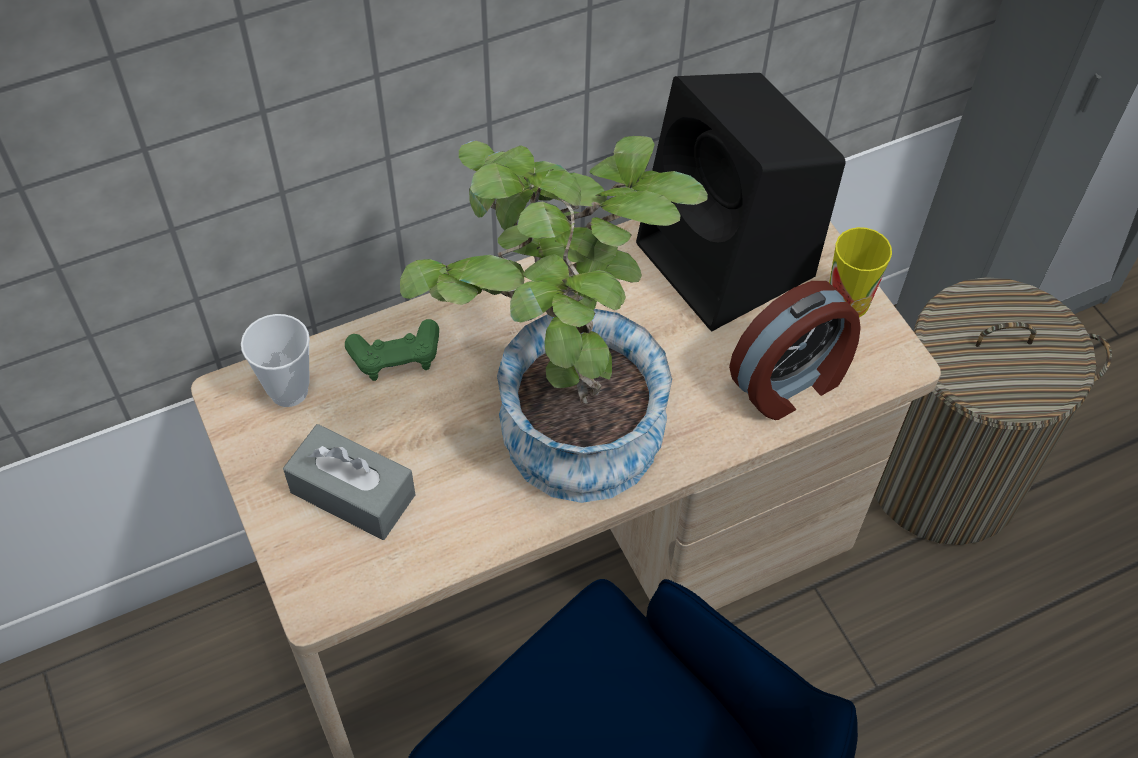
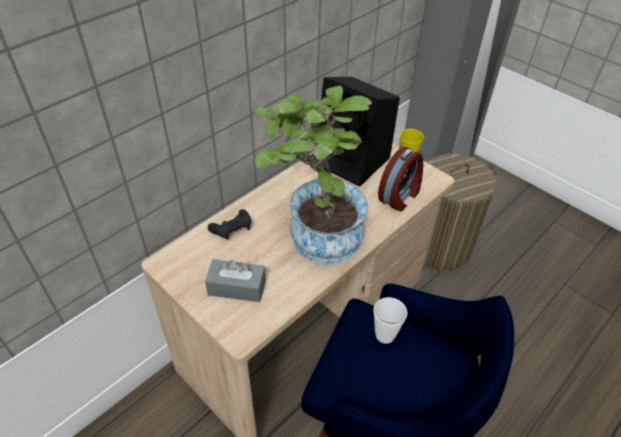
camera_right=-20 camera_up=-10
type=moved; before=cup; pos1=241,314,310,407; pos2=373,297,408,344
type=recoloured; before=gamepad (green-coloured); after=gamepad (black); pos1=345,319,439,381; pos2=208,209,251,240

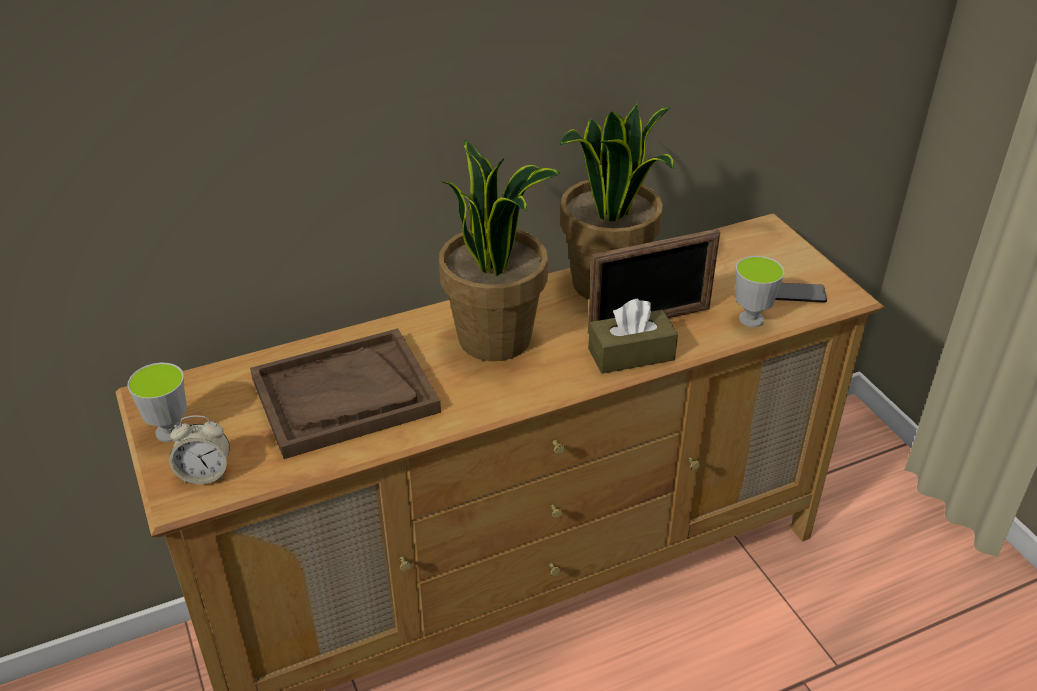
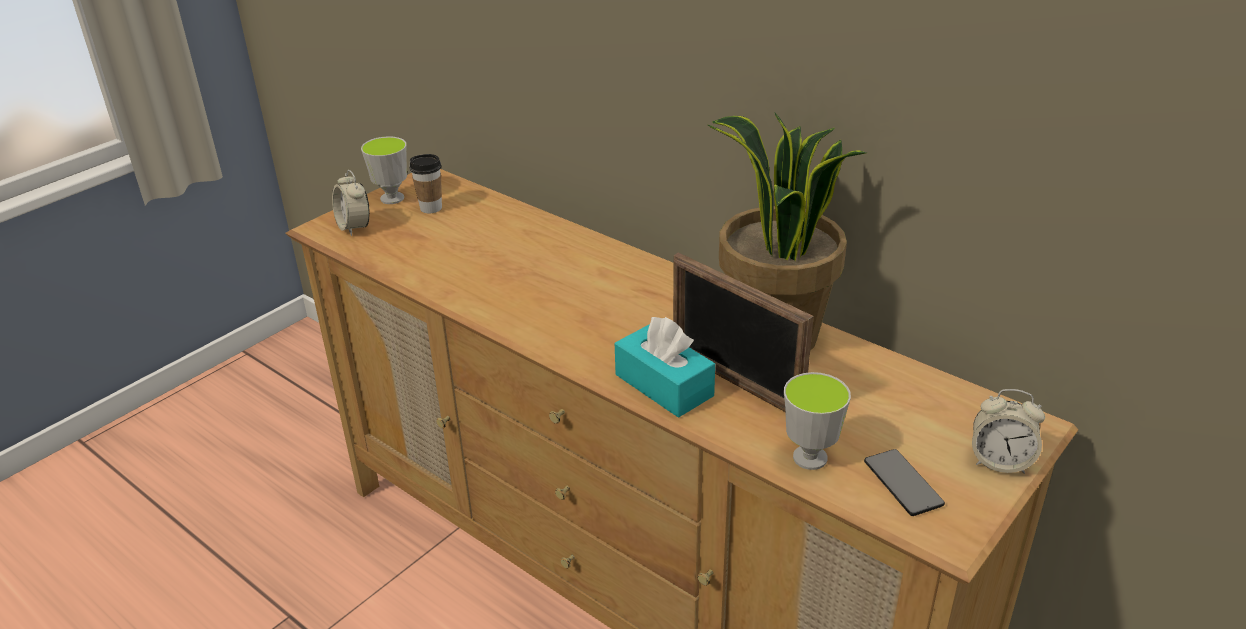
camera_right=65 camera_up=-5
type=removed; before=carrying tray (brownish); pos1=250,328,441,459
type=removed; before=plant in a pot; pos1=439,140,561,361
type=recoloured; before=tissue holder (brownish); after=tissue holder (blue-green); pos1=588,298,678,374; pos2=615,317,715,418
type=added; after=cup; pos2=409,154,442,214
type=added; after=alarm clock; pos2=972,389,1045,474

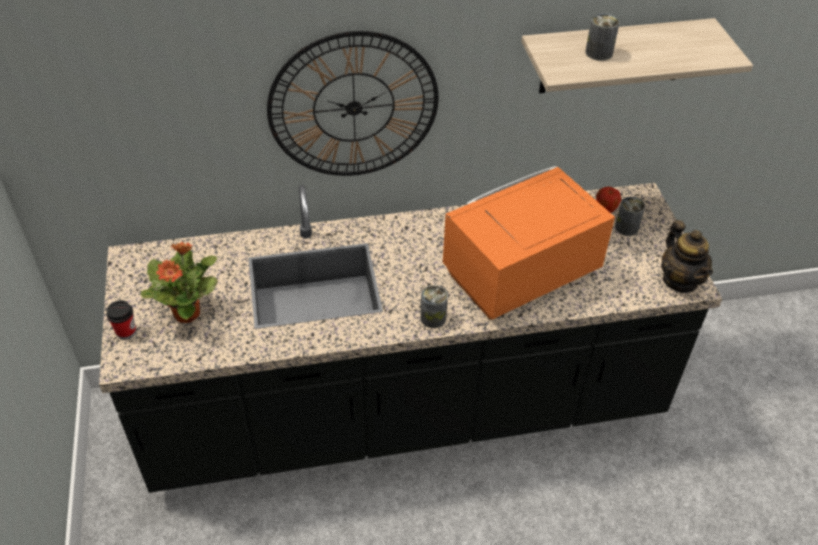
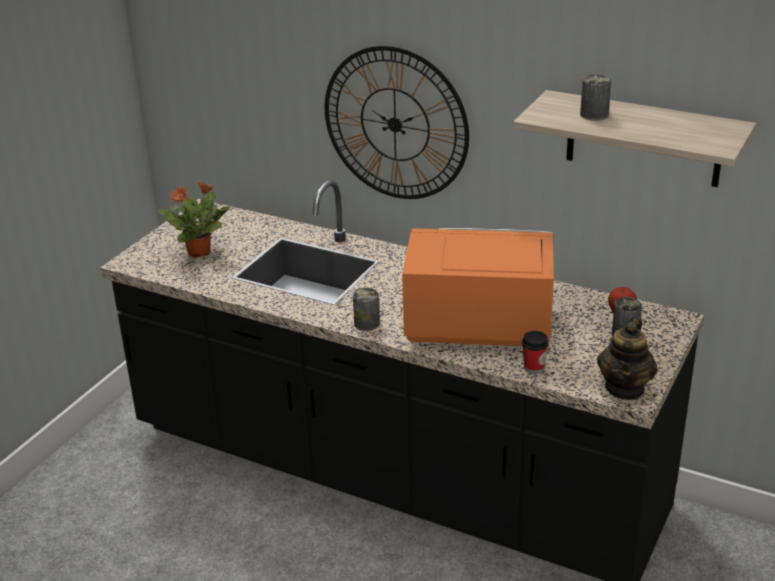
camera_right=40 camera_up=-15
type=moved; before=cup; pos1=106,300,136,340; pos2=522,331,549,374

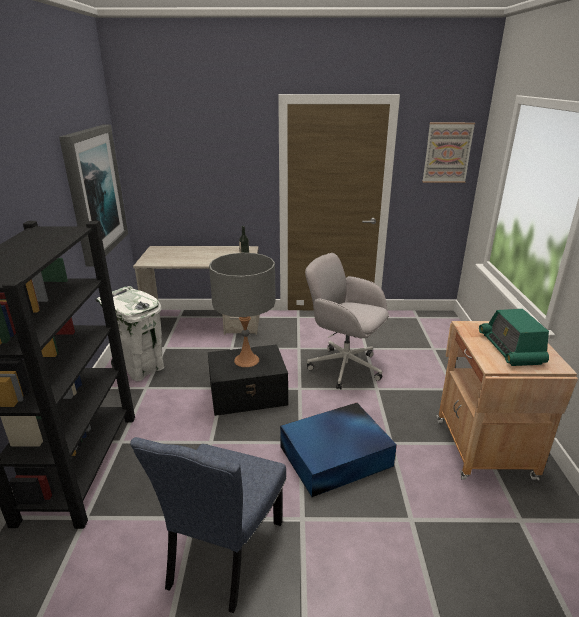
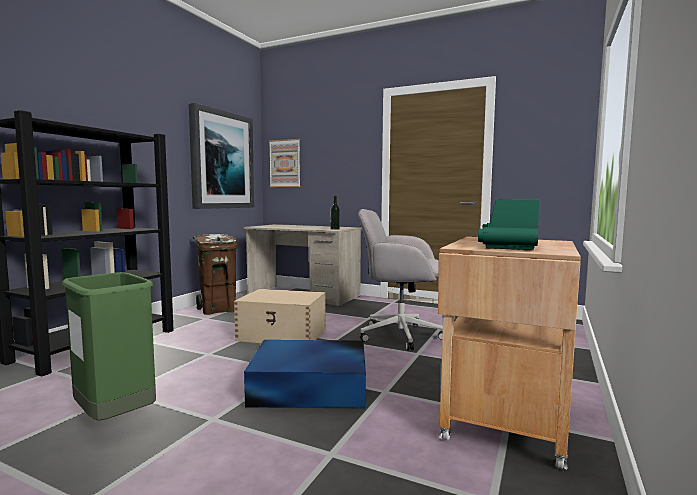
camera_right=25 camera_up=-20
type=recoloured; before=rubbish bin (white); after=rubbish bin (brownish); pos1=96,286,164,381; pos2=193,234,238,315
type=replaced; before=chair (blue-coloured); after=rubbish bin (green-coloured); pos1=130,437,287,613; pos2=62,272,156,421
type=recoloured; before=storage bin (black); after=storage bin (beige-coloured); pos1=208,344,288,416; pos2=234,289,326,343
type=removed; before=table lamp (gray); pos1=209,253,276,367
type=turned; before=computer chair (gray); pos1=305,253,389,389; pos2=358,209,443,350; turn=-45
type=moved; before=wall art; pos1=422,123,475,183; pos2=269,139,300,187

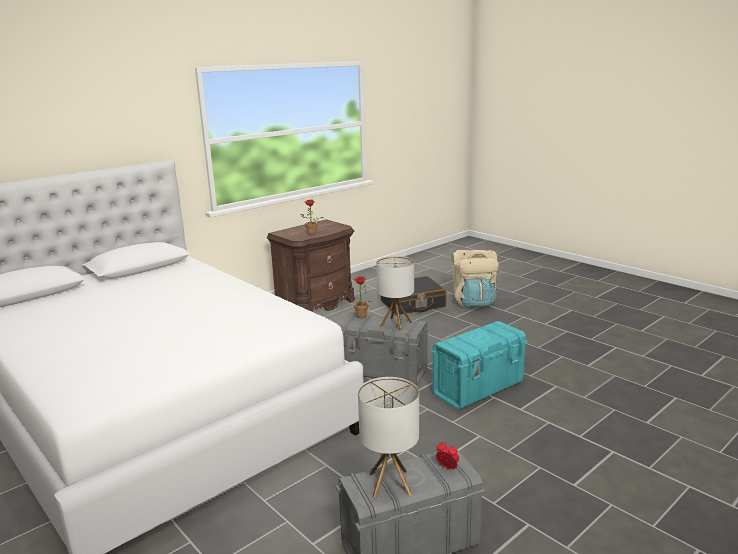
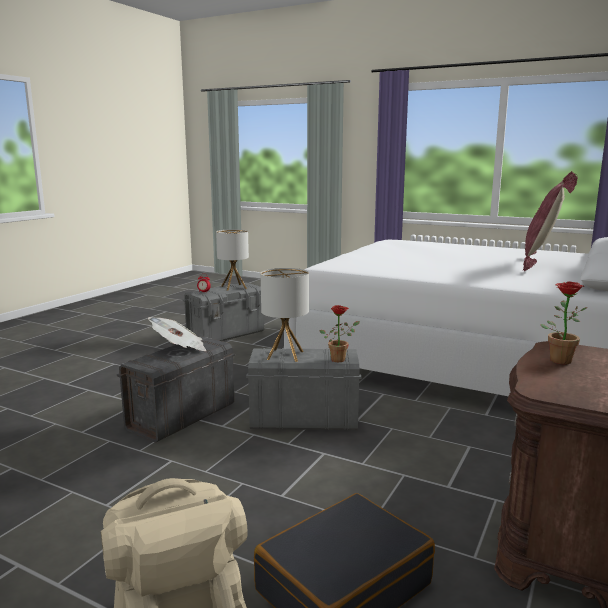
camera_right=160 camera_up=-5
type=recoloured; before=storage bin (blue-green); after=storage bin (gray); pos1=431,321,528,410; pos2=117,336,235,443
type=added; after=printed paper; pos2=148,317,206,351
type=added; after=cushion (red); pos2=523,171,578,272

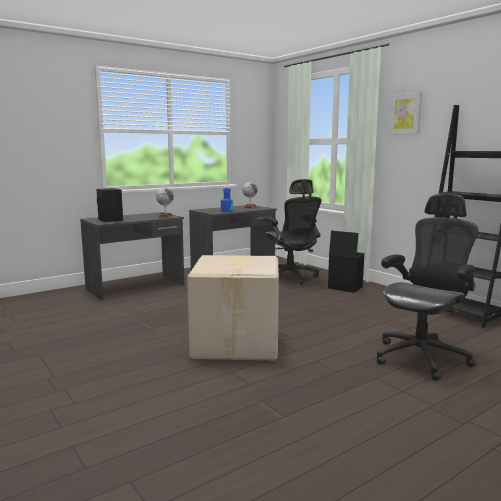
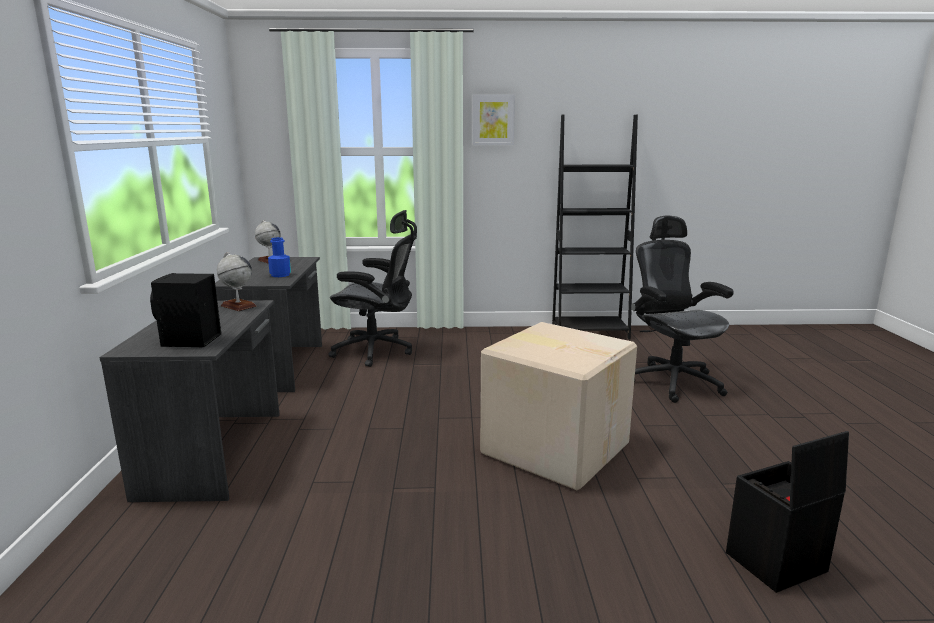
camera_right=-55 camera_up=5
type=moved; before=storage bin (black); pos1=328,230,364,293; pos2=726,431,849,593

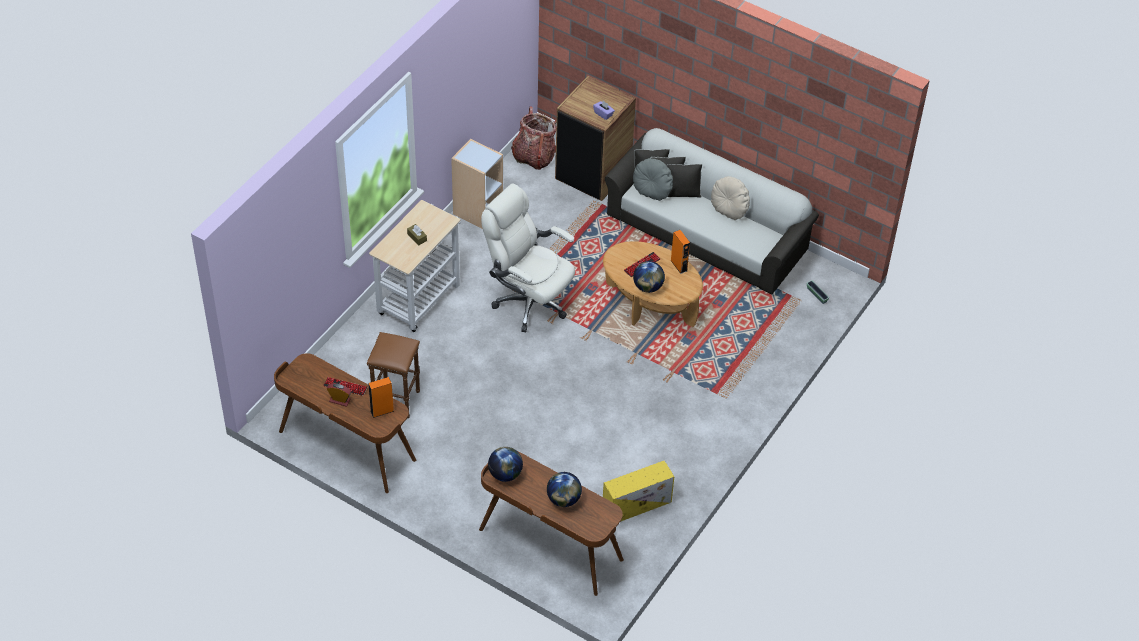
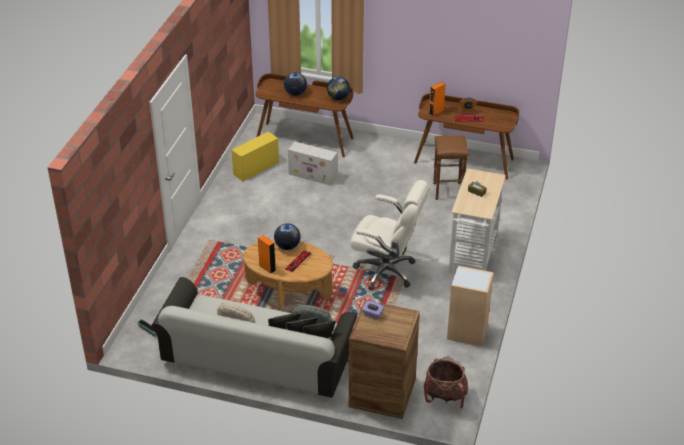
camera_right=165 camera_up=-10
type=added; after=storage bin (white); pos2=288,141,338,186

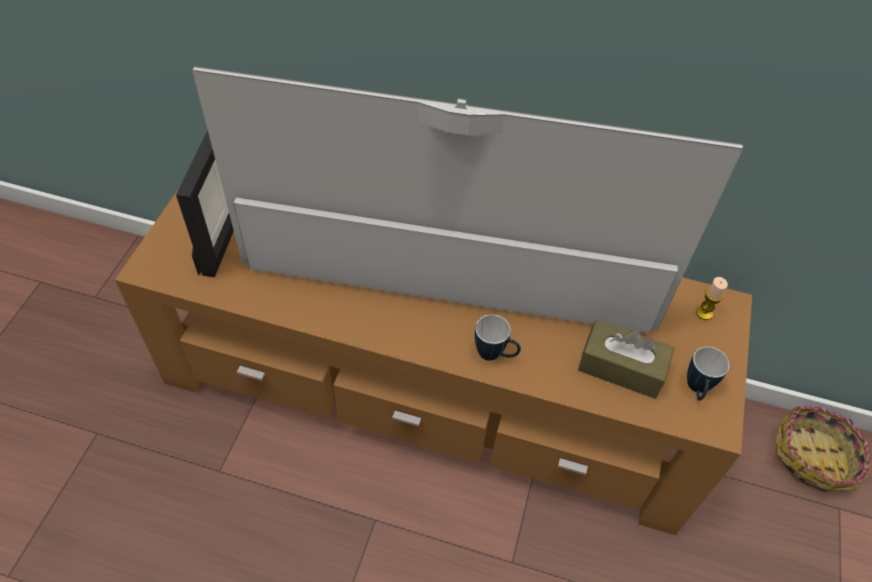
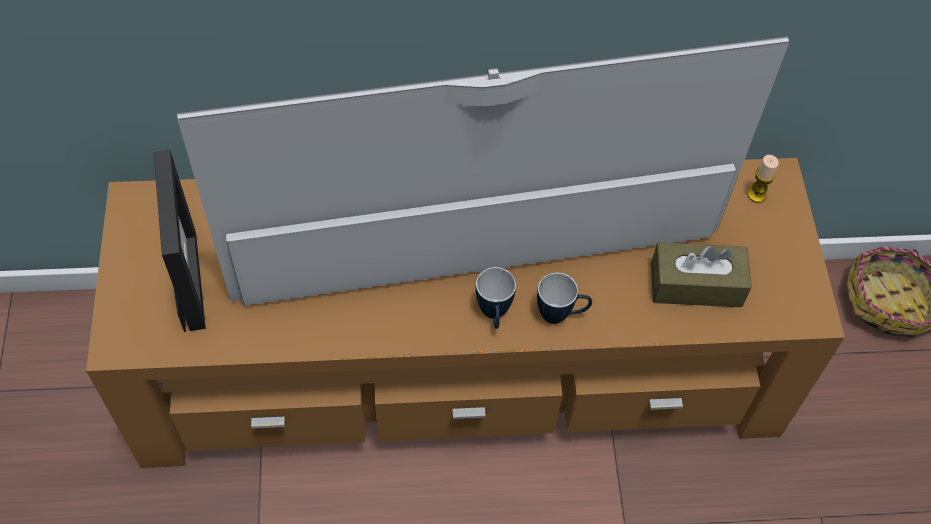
camera_right=-20 camera_up=5
type=moved; before=tea mug; pos1=687,347,730,401; pos2=476,267,516,329

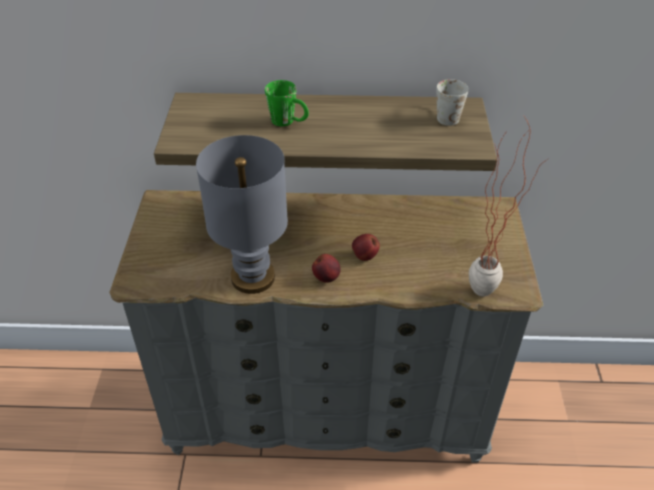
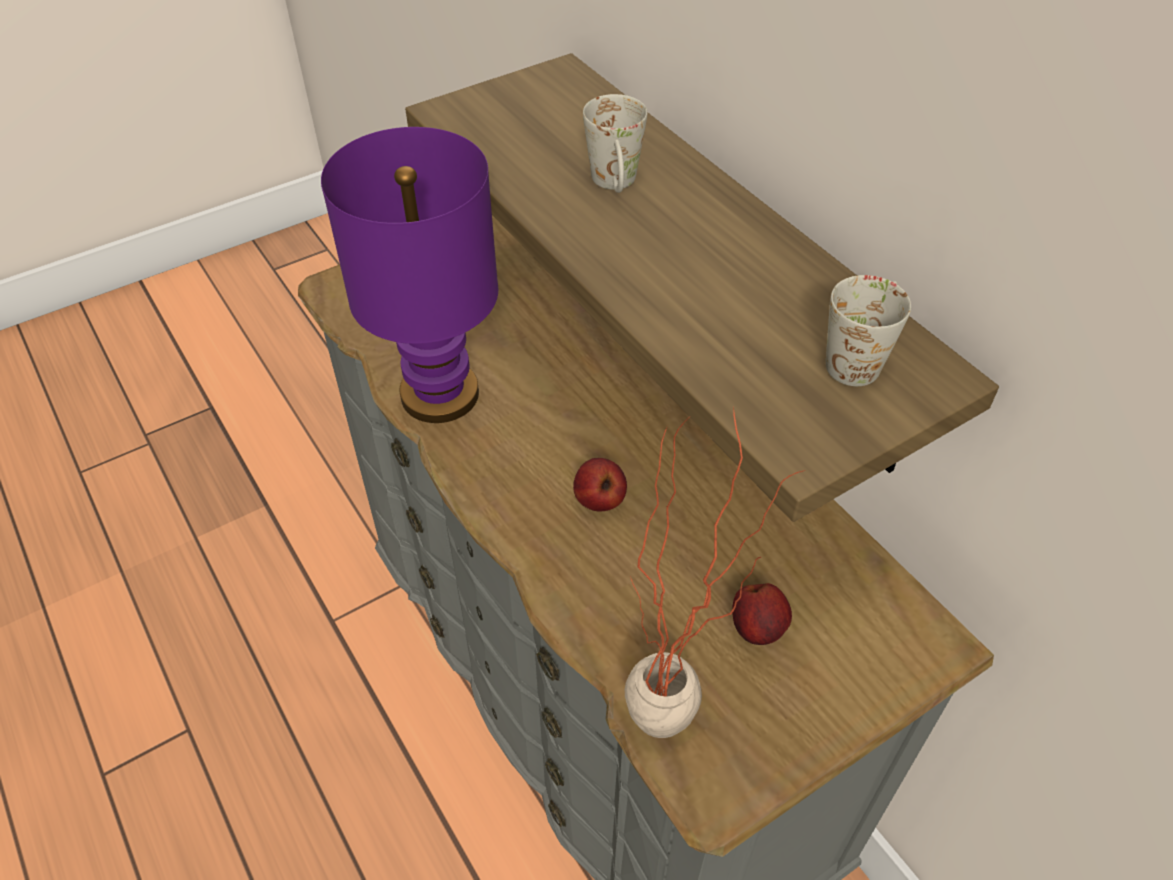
camera_right=55 camera_up=5
type=recoloured; before=table lamp (gray); after=table lamp (purple-coloured); pos1=196,135,288,294; pos2=321,127,498,423
type=recoloured; before=tea mug (green-coloured); after=tea mug (white); pos1=265,80,309,126; pos2=583,94,647,193
type=moved; before=apple fruit; pos1=312,254,341,283; pos2=732,583,792,645

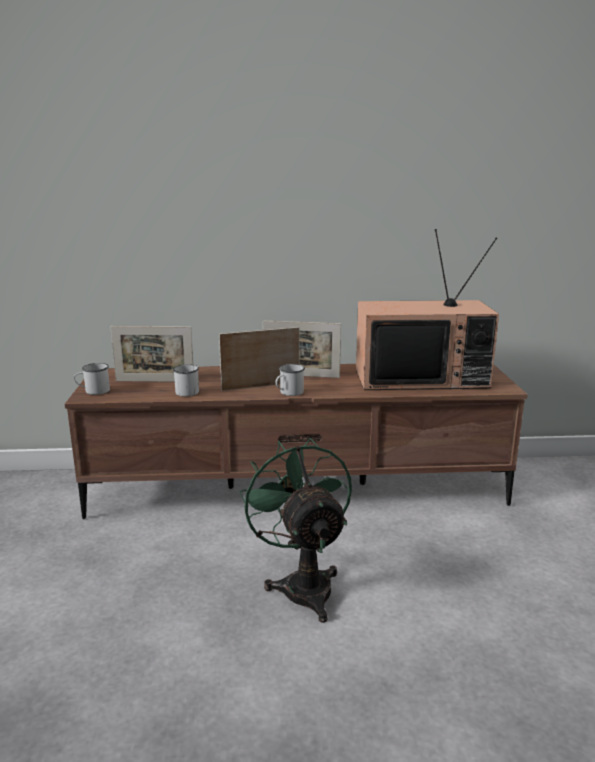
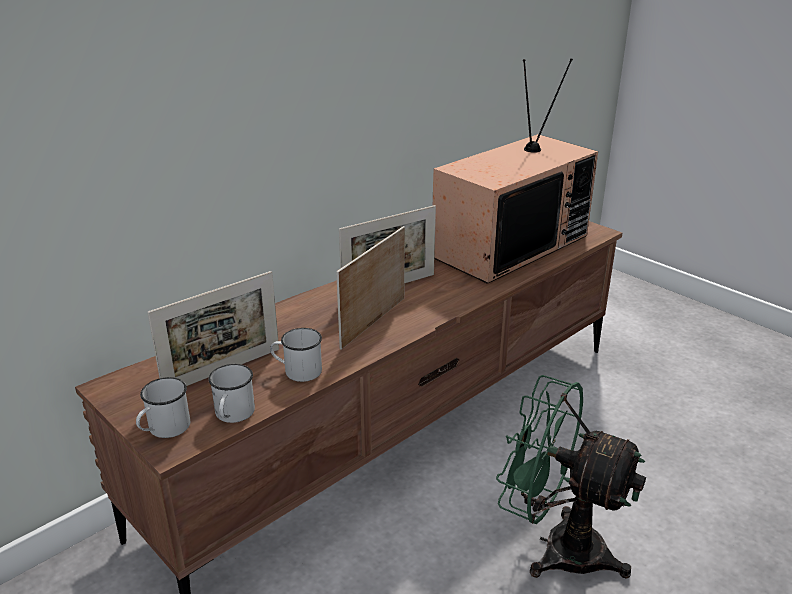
camera_right=-40 camera_up=10
type=moved; before=tea mug (white); pos1=275,364,305,396; pos2=209,364,255,423

